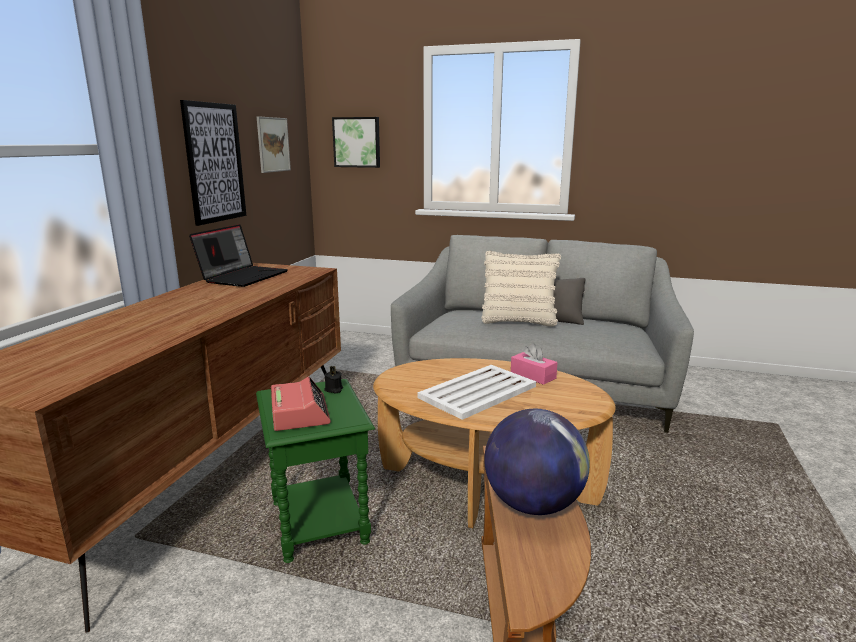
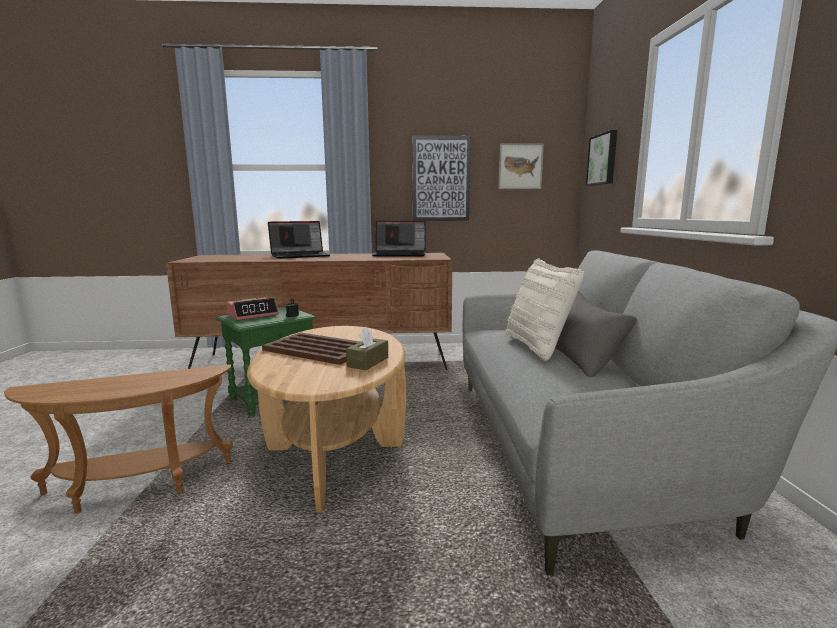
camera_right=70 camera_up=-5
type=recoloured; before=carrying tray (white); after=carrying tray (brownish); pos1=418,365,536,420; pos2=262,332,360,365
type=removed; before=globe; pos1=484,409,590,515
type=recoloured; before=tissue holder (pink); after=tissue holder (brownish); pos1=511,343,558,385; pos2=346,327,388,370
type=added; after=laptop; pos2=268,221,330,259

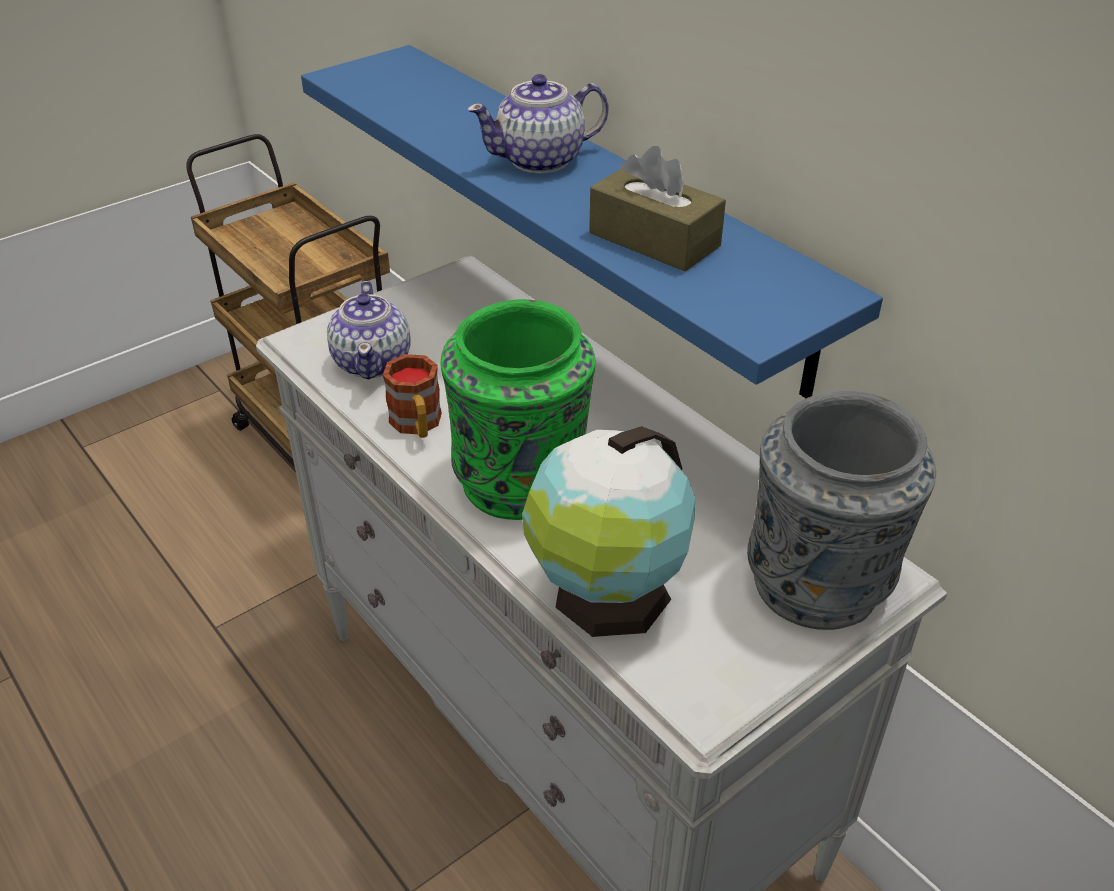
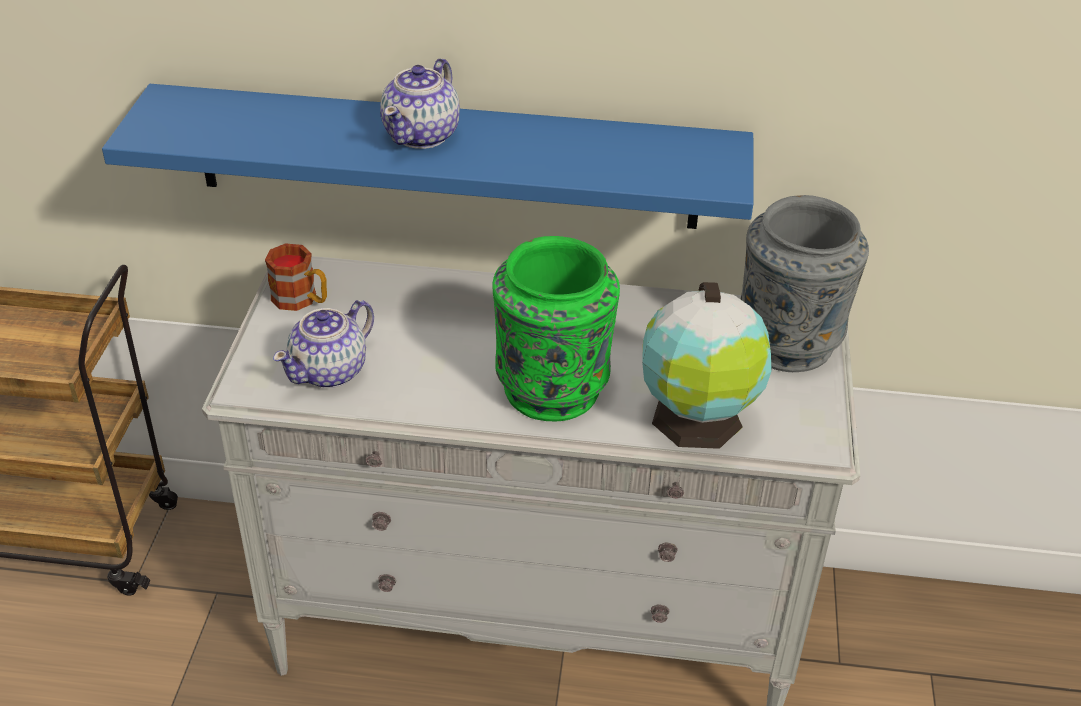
camera_right=-45 camera_up=0
type=turned; before=tea pot; pos1=327,281,411,379; pos2=273,300,374,388; turn=90
type=moved; before=tea mug; pos1=383,354,442,438; pos2=265,243,327,311
type=removed; before=tissue holder (brownish); pos1=589,146,726,271

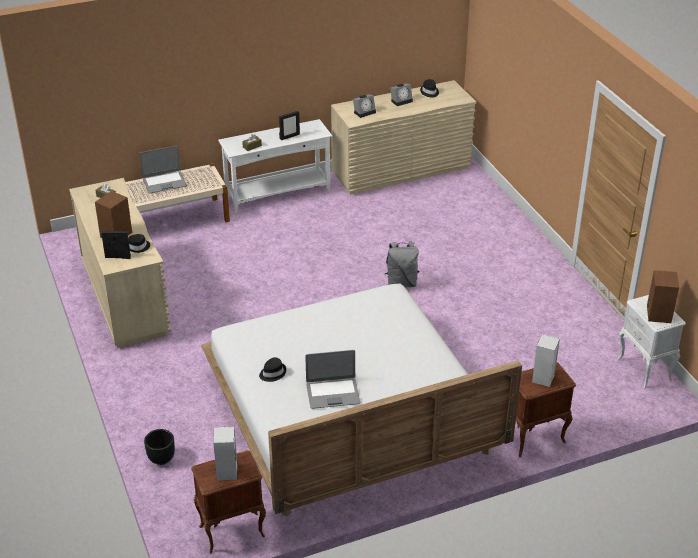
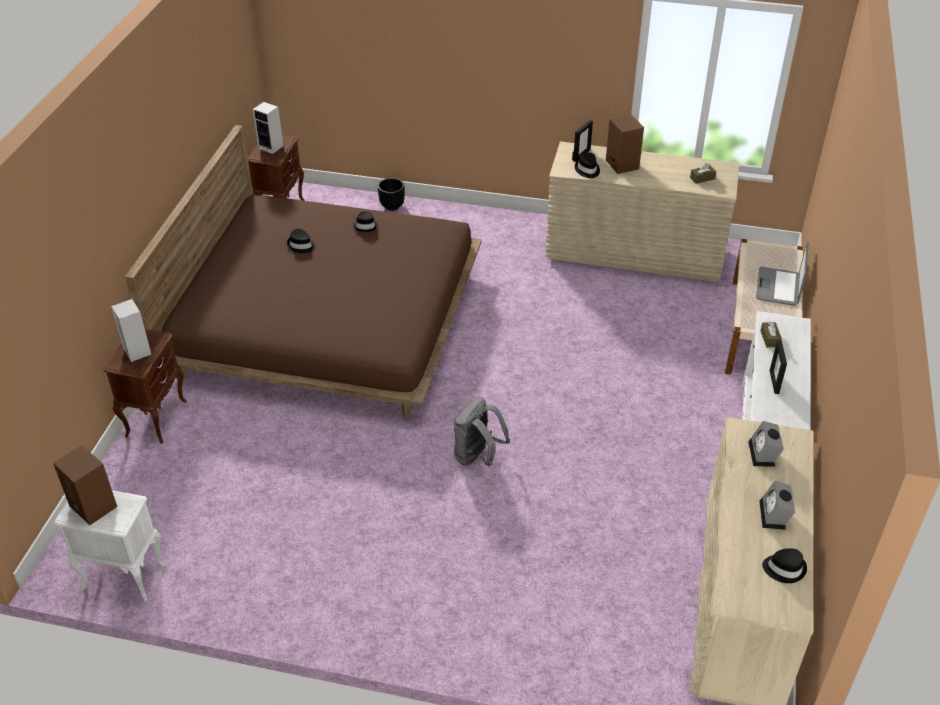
camera_right=125 camera_up=5
type=recoloured; before=bedroom bed (white); after=bedroom bed (brownish); pos1=201,283,522,516; pos2=125,125,482,418
type=replaced; before=laptop; after=hat (black); pos1=305,350,360,409; pos2=287,229,316,254

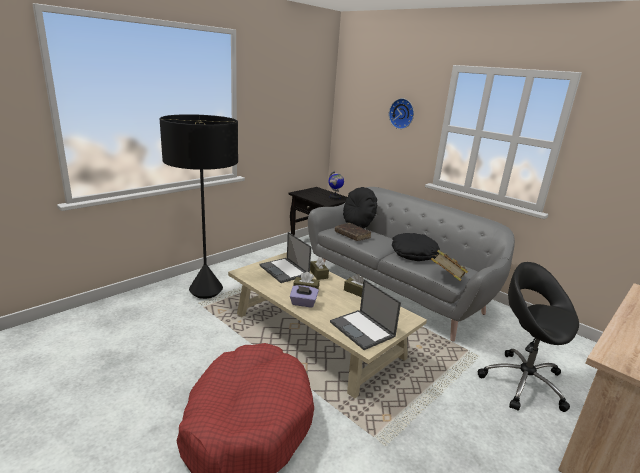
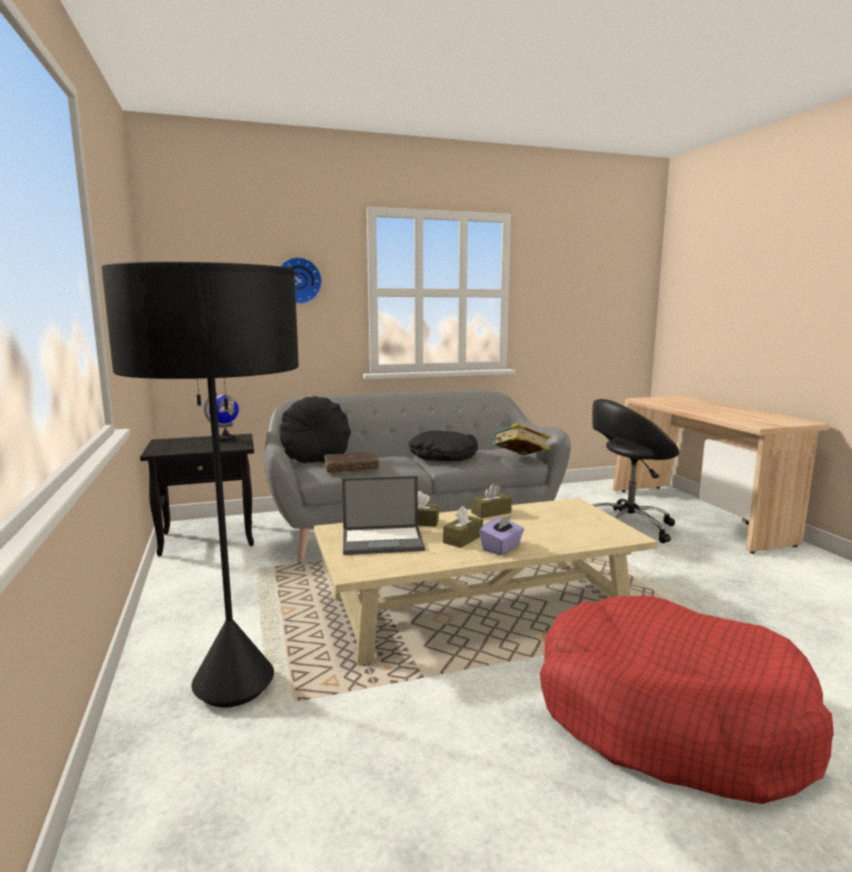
camera_right=-60 camera_up=-10
type=removed; before=laptop; pos1=330,279,401,350

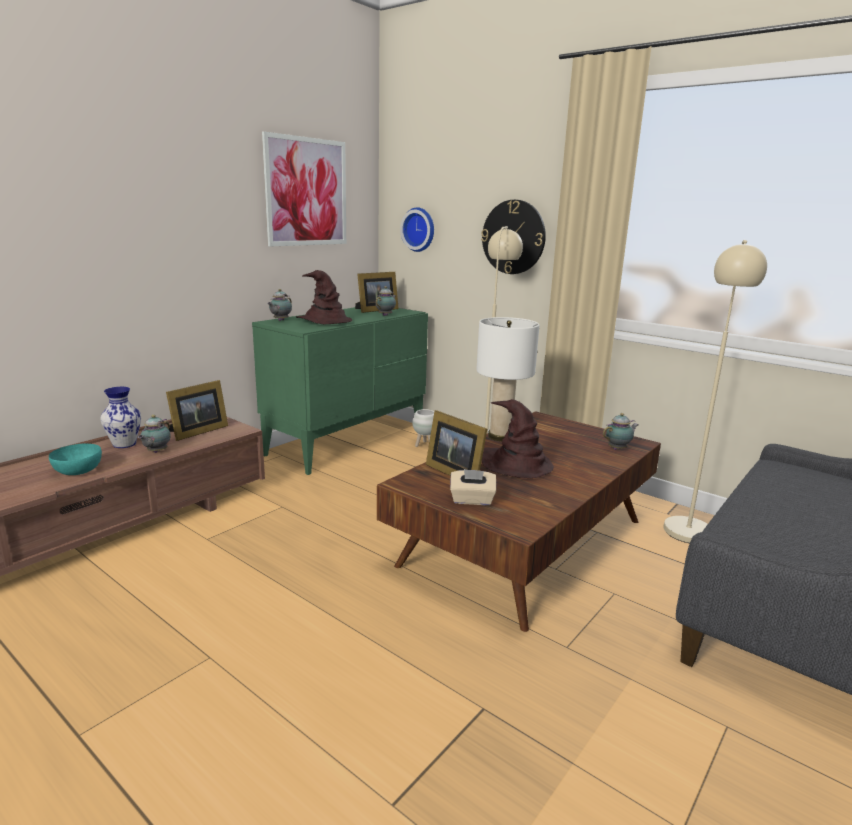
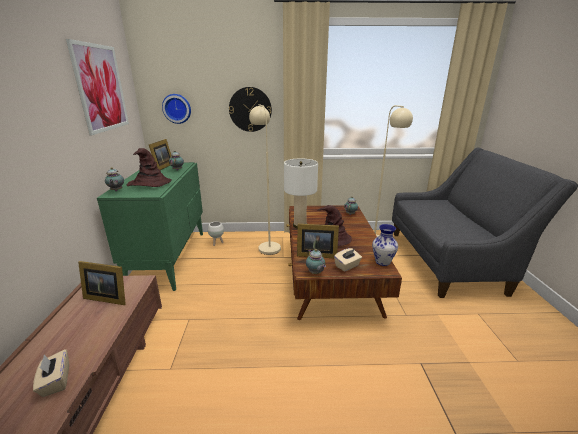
camera_right=-40 camera_up=5
type=replaced; before=serving bowl (blue-green); after=tissue holder (beige-coloured); pos1=49,444,102,475; pos2=33,349,69,397
type=moved; before=flower vase; pos1=100,387,141,448; pos2=372,224,398,266
type=moved; before=tea pot; pos1=138,415,171,453; pos2=306,249,326,274
type=turned; before=picture frame; pos1=166,380,228,441; pos2=78,261,126,305; turn=105

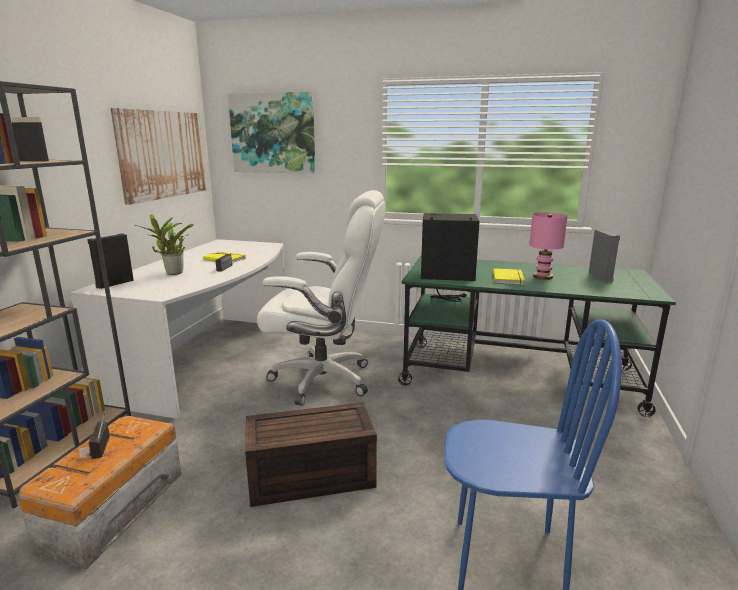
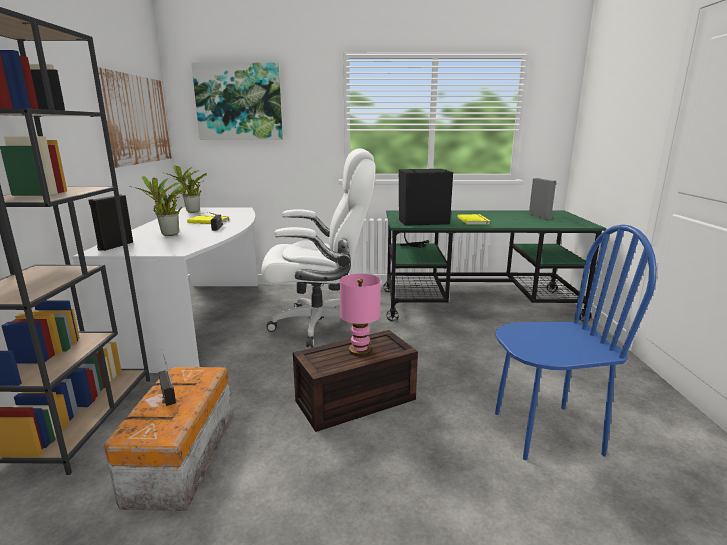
camera_right=-15 camera_up=0
type=moved; before=table lamp (pink); pos1=529,212,568,280; pos2=340,274,381,356
type=added; after=plant in a pot; pos2=162,165,207,213

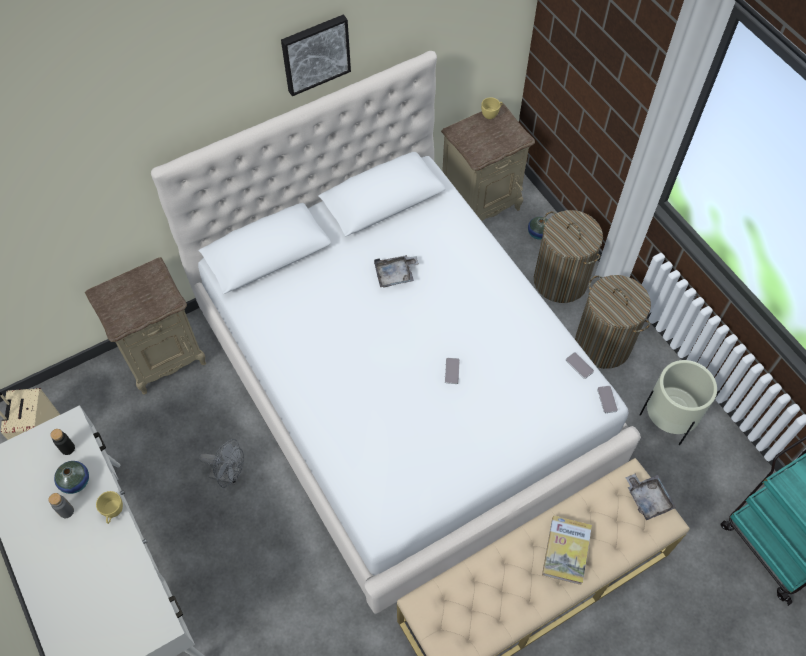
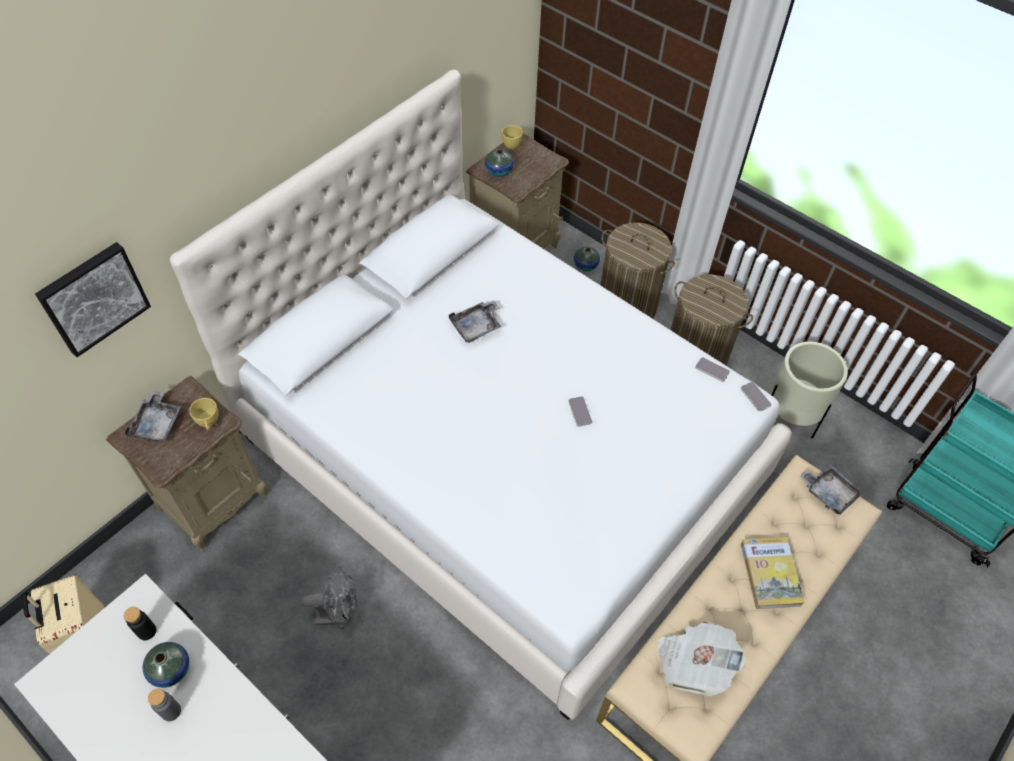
camera_right=-20 camera_up=-5
type=moved; before=cup (yellowish); pos1=96,491,123,524; pos2=189,398,218,431
type=moved; before=wall art; pos1=281,15,351,96; pos2=35,242,151,357
type=added; after=carrying tray (gray); pos2=124,391,182,442
type=added; after=flower vase; pos2=485,149,514,177
type=added; after=printed paper; pos2=658,621,746,696

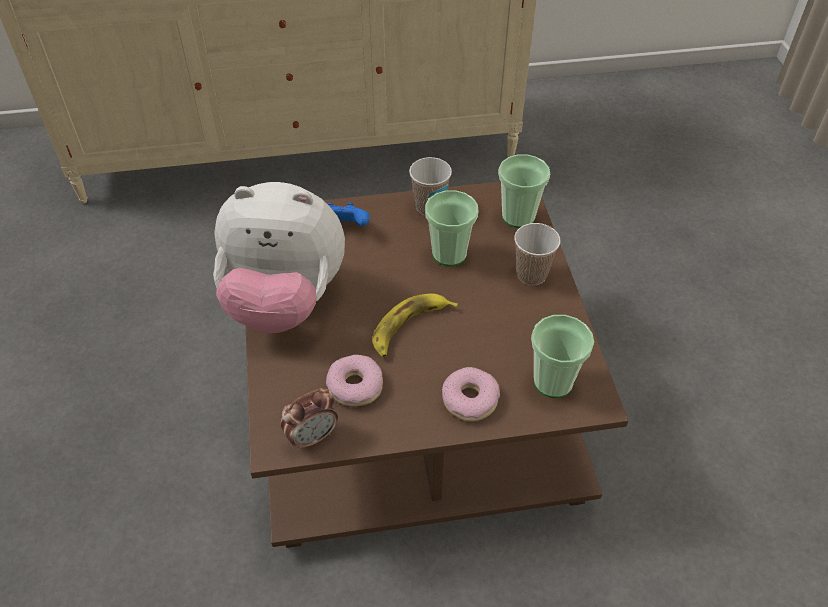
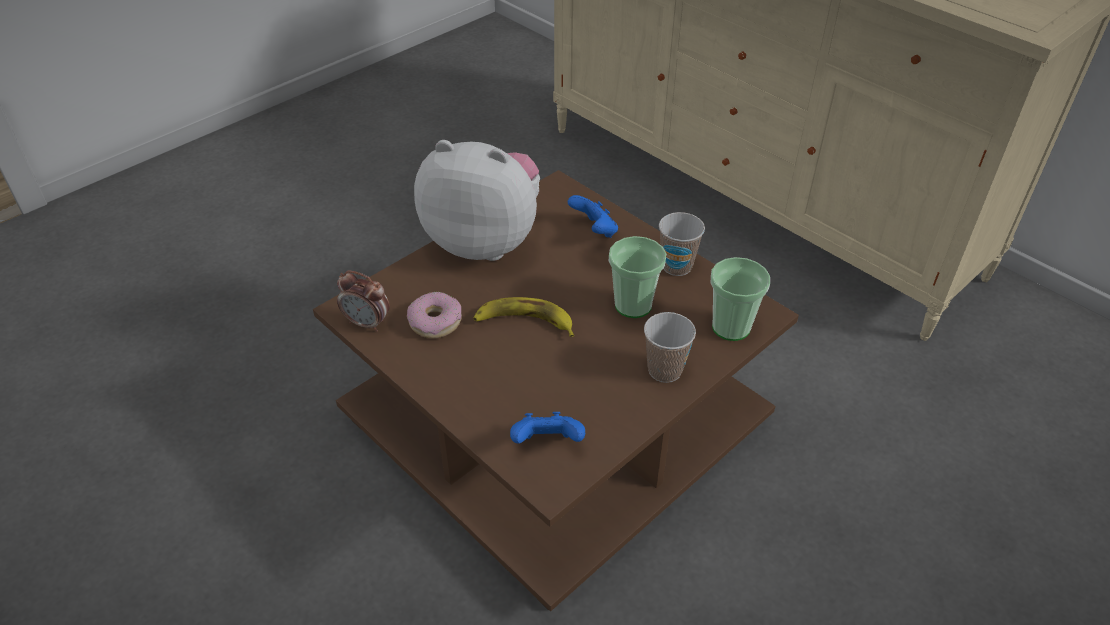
camera_right=55 camera_up=-5
type=turned; before=plush toy; pos1=213,182,345,333; pos2=414,140,540,261; turn=135
type=removed; before=ring doughnut; pos1=442,367,500,421
type=replaced; before=cup; after=gamepad (blue-coloured); pos1=531,315,594,398; pos2=510,412,585,444

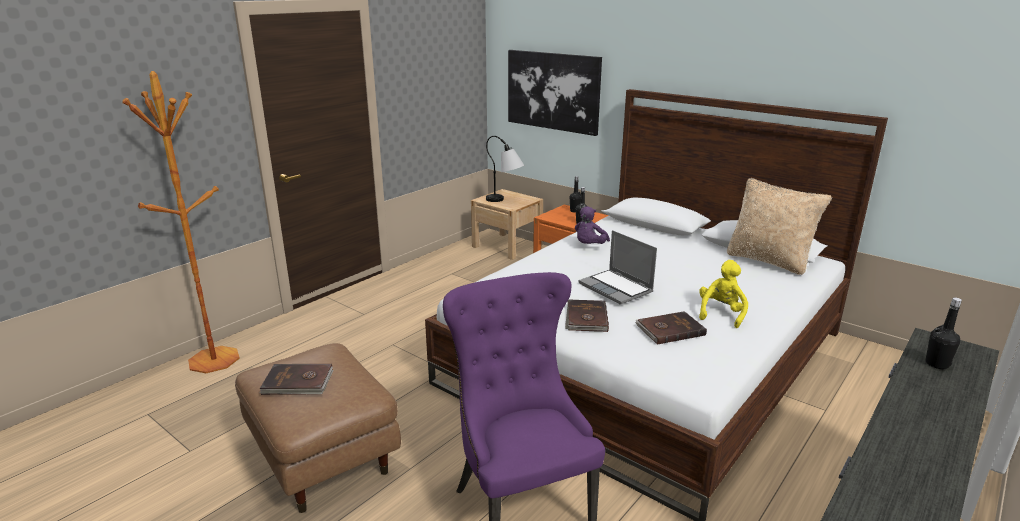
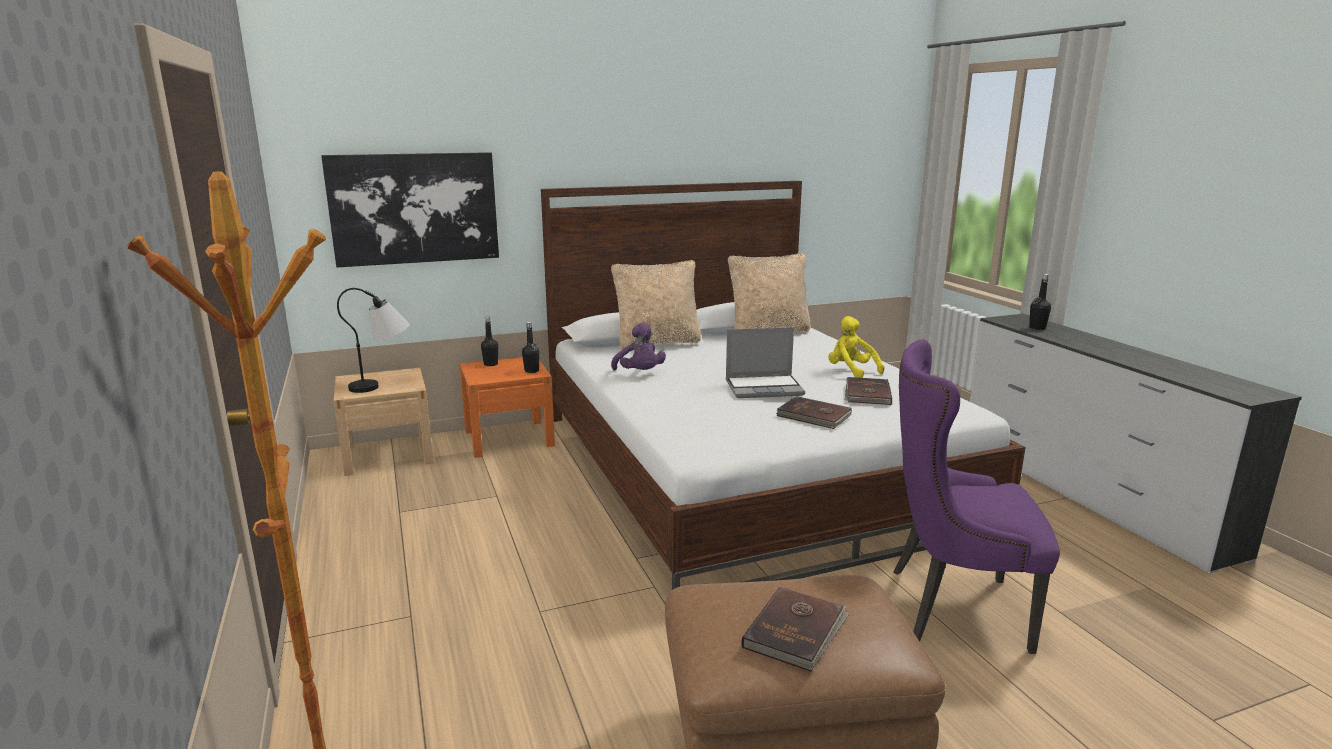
camera_right=-60 camera_up=-5
type=added; after=cushion (beige-coloured); pos2=611,260,701,350

